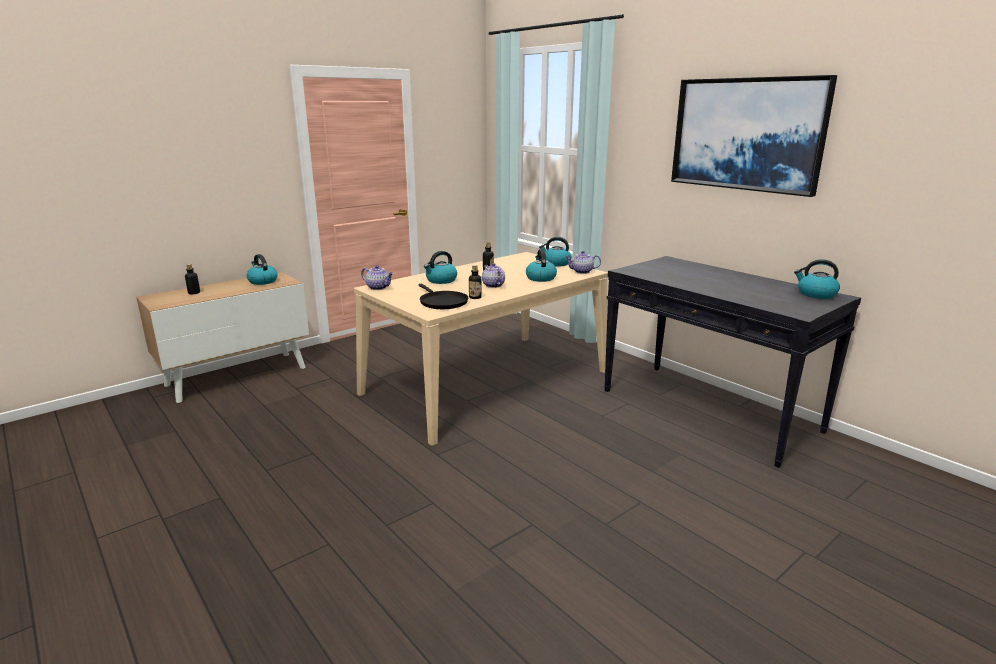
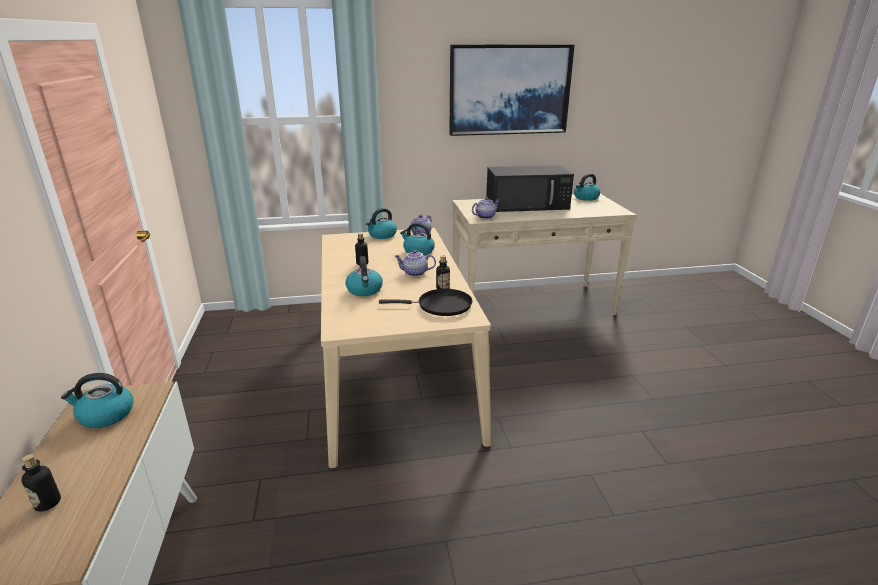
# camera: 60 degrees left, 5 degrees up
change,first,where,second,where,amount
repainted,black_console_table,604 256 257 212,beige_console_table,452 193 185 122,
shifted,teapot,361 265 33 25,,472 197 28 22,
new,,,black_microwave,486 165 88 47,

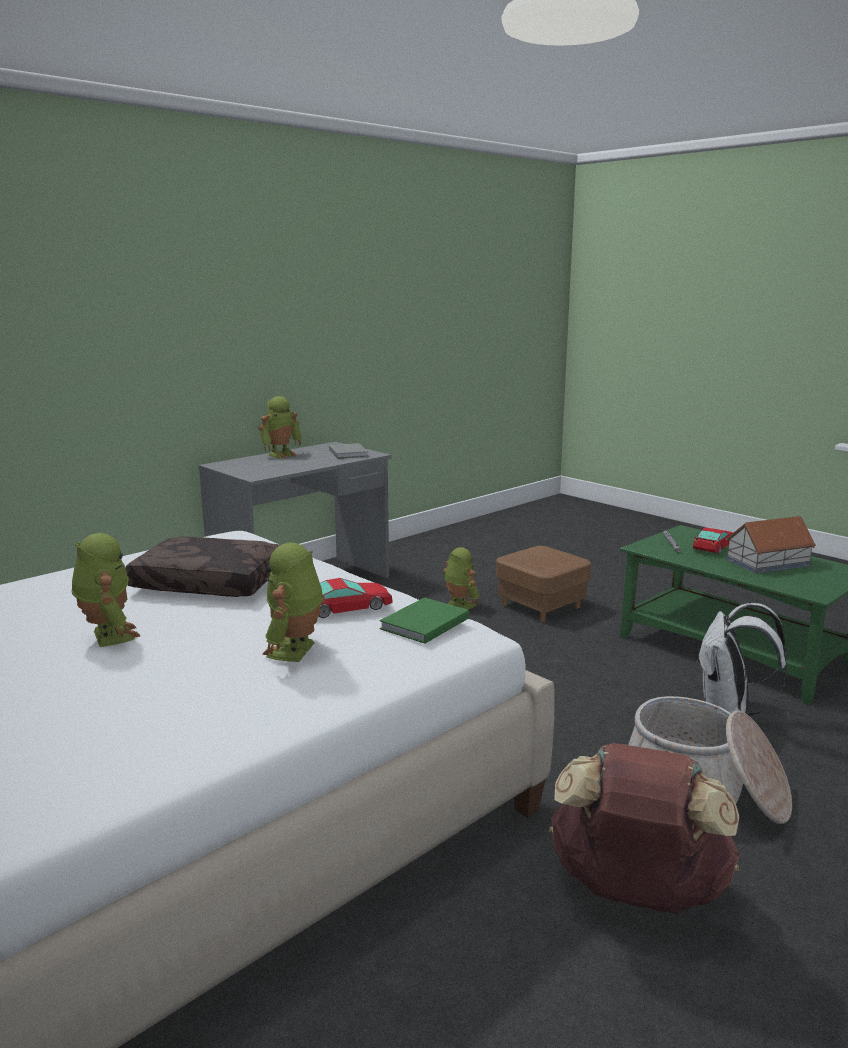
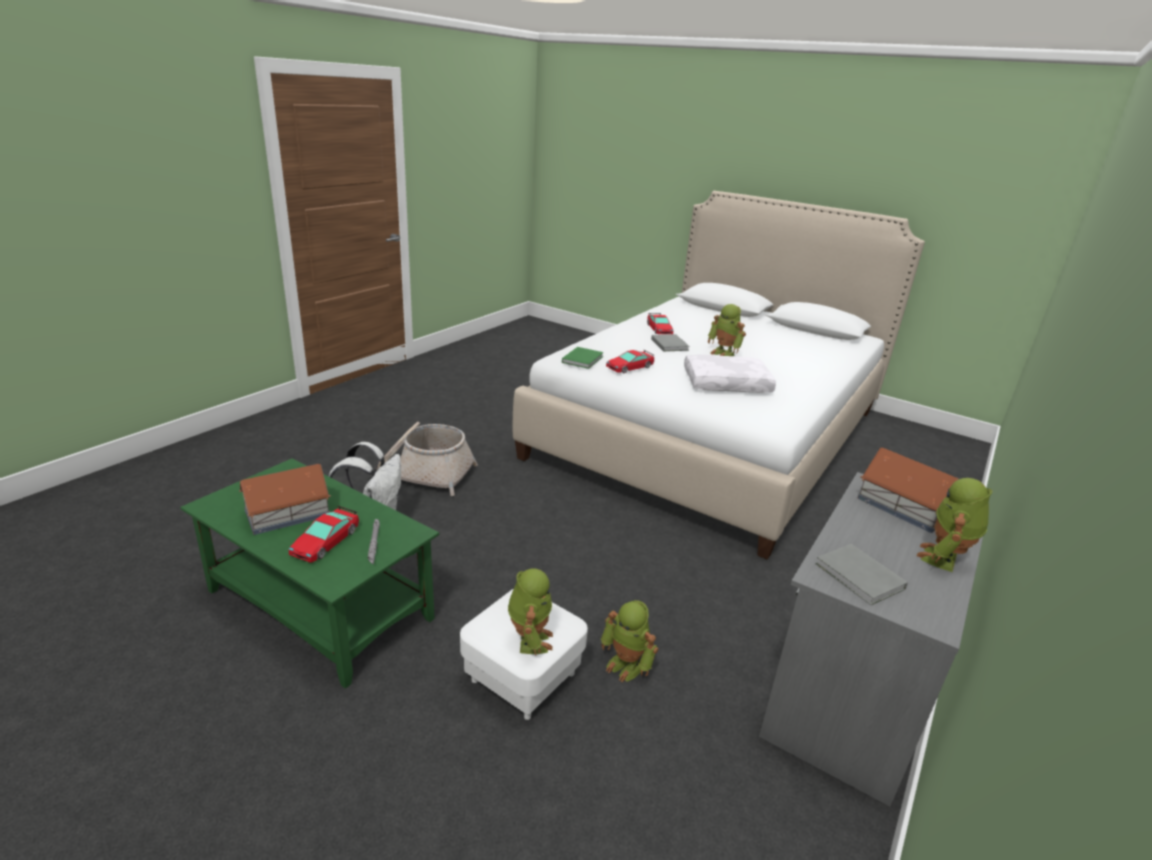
# camera: 165 degrees right, 10 degrees up
change,first,where,second,where,amount
repainted,brown_ottoman,496 546 95 76,white_ottoman,460 589 128 131,
shifted,toy_robot,262 543 62 119,,508 568 45 88,
new,,,toy_car,647 313 26 21,
new,,,grey_book,651 334 39 17,
repainted,brown_pillow,126 536 154 61,white_pillow,684 355 92 38,
new,,,toy_house,858 448 101 85,
gone,brown_backpack,549 743 191 171,,,

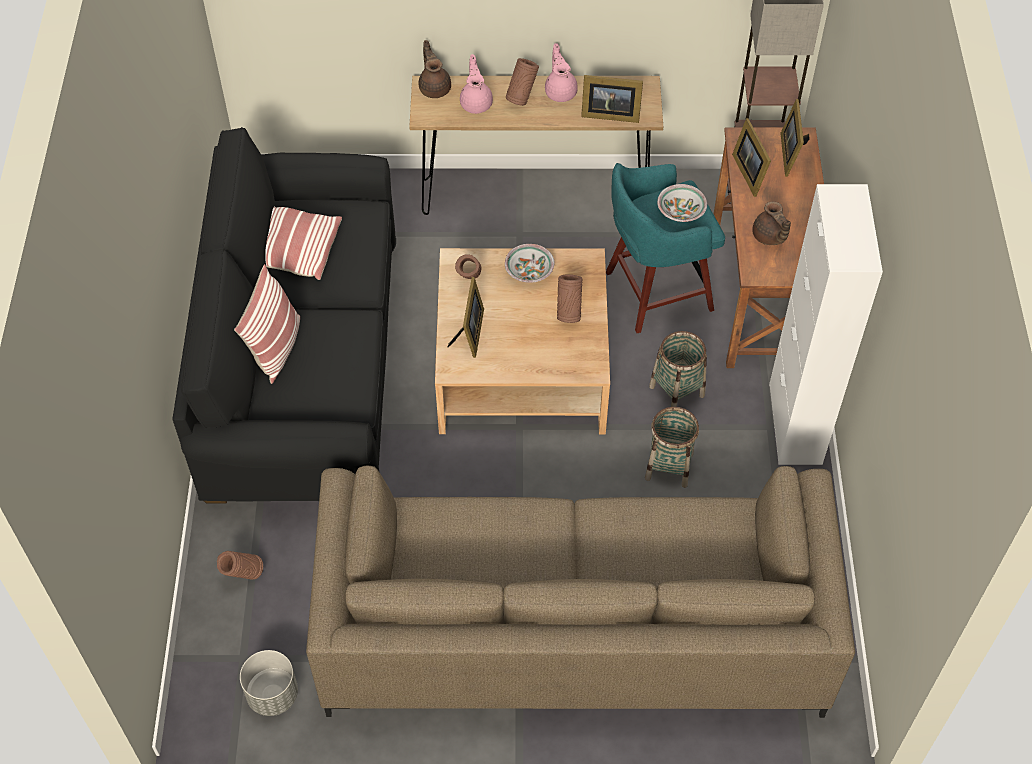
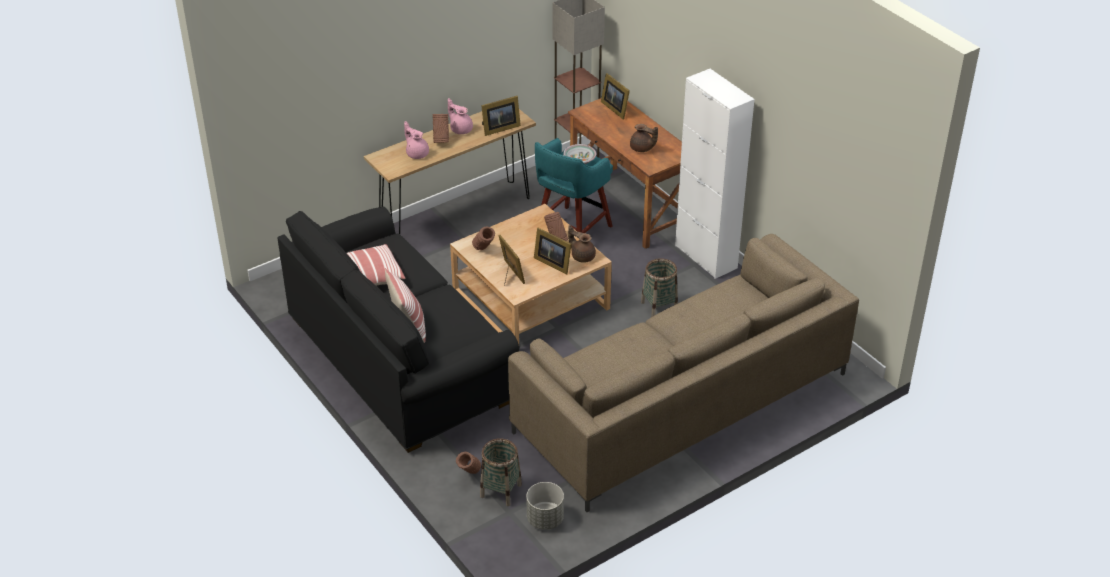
# camera: 35 degrees left, 15 degrees down
change,first,where,second,where,amount
shifted,basket,649 331 58 76,,480 438 42 68,
shifted,picture_frame,732 118 39 79,,534 228 37 47,
shifted,brown_teapot,419 40 32 58,,568 225 28 38,
gone,bowl,505 244 50 39,,,

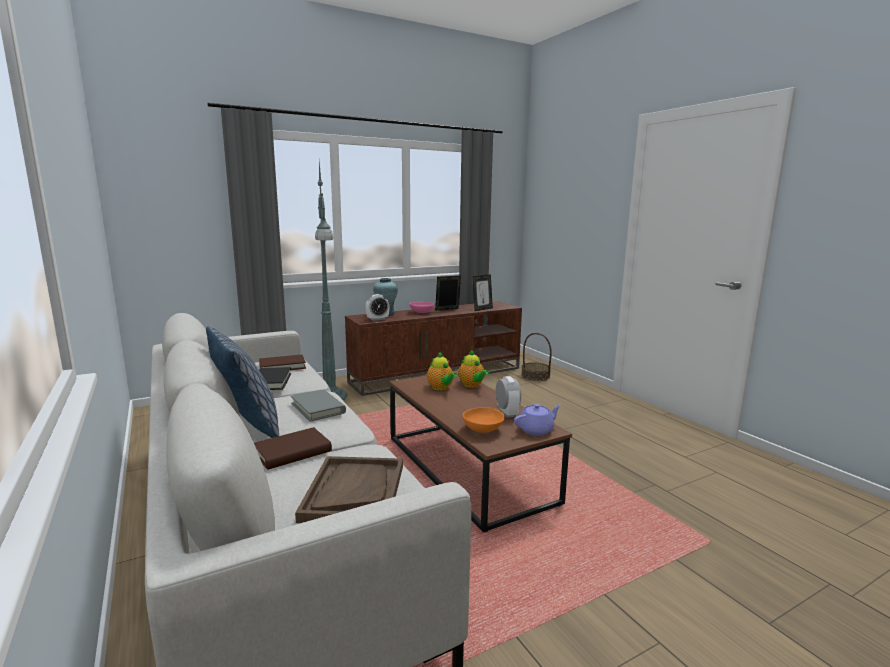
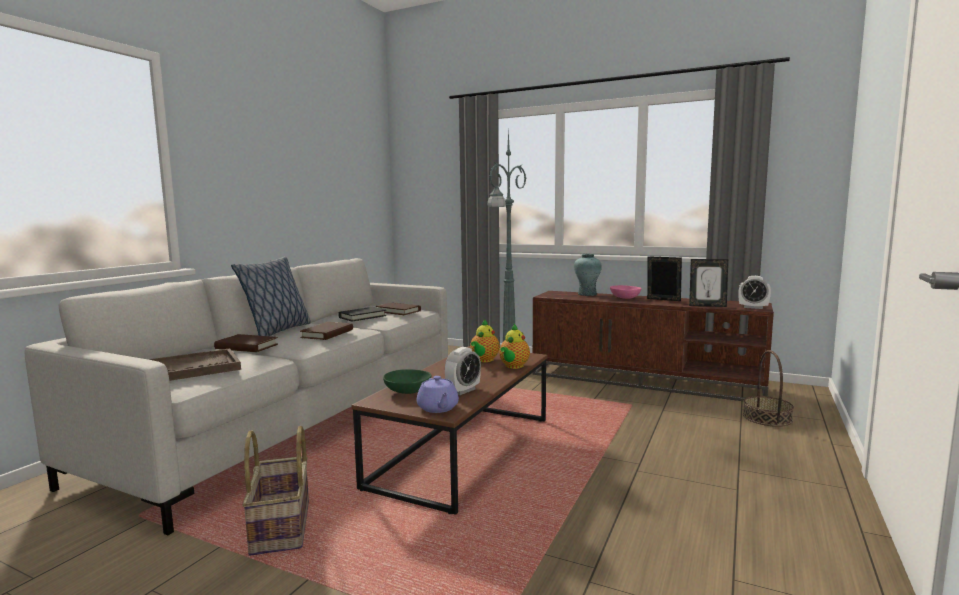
# camera: 55 degrees right, 5 degrees down
change,first,where,second,where,amount
new,,,basket,242 426 67 130,
repainted,grey_book,291 389 55 33,brown_book,300 322 53 18,
repainted,orange_bowl,462 407 43 26,green_bowl,383 369 48 25,
rotated,purple_teapot,514 404 47 32,,417 376 42 37,45 degrees clockwise
shifted,alarm_clock,365 294 24 27,,738 276 33 33,

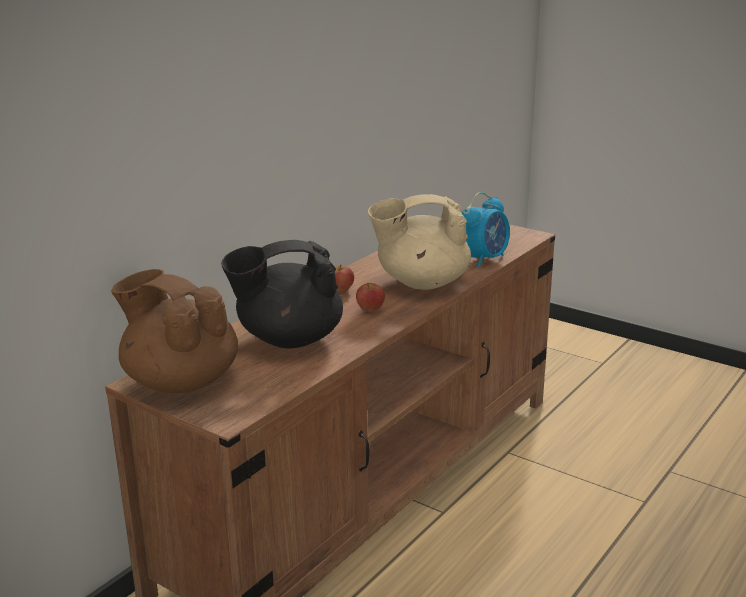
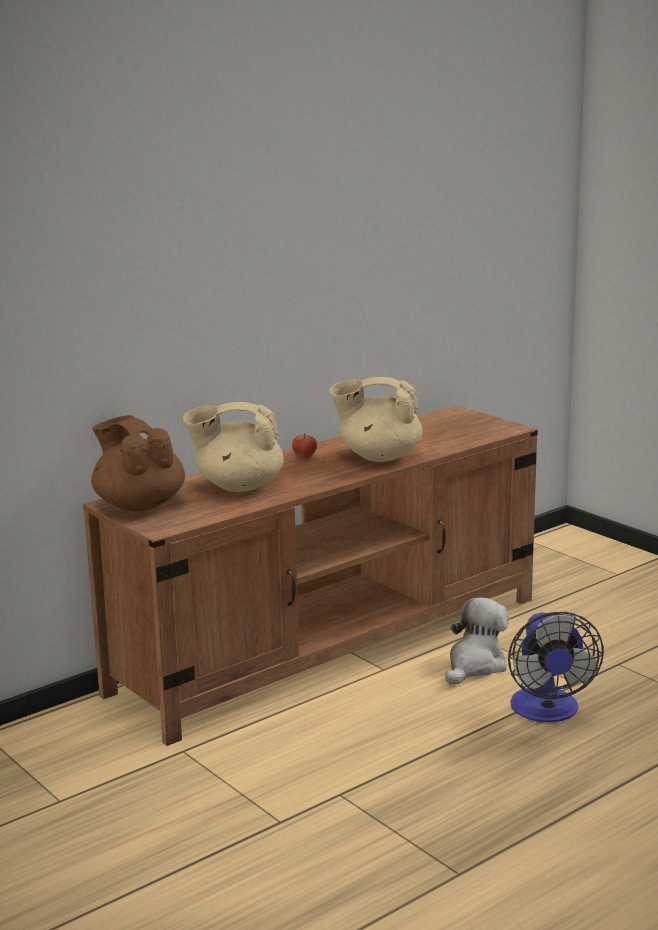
# camera: 15 degrees right, 5 degrees down
change,first,where,second,where,amount
repainted,black_teapot,221 240 122 109,beige_teapot,183 402 101 90,
new,,,plush_toy,445 597 64 88,
new,,,fan,508 612 96 110,
gone,apple,356 283 29 29,,,
gone,alarm_clock,462 192 48 76,,,

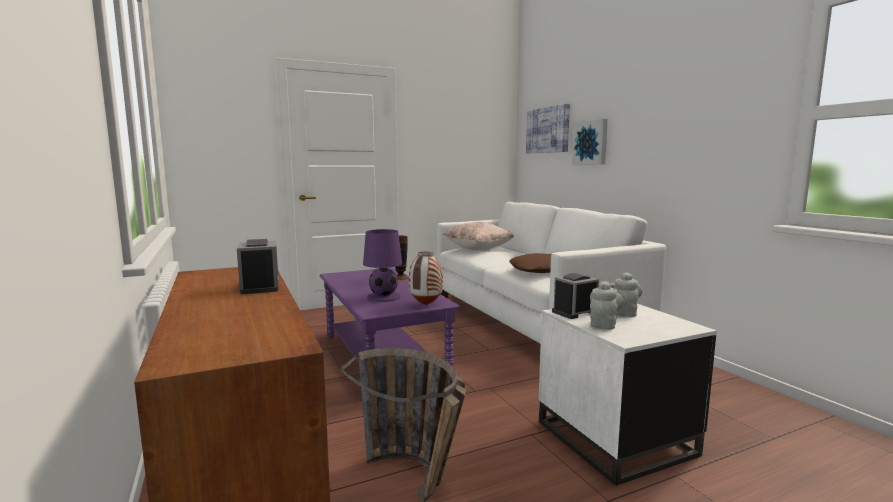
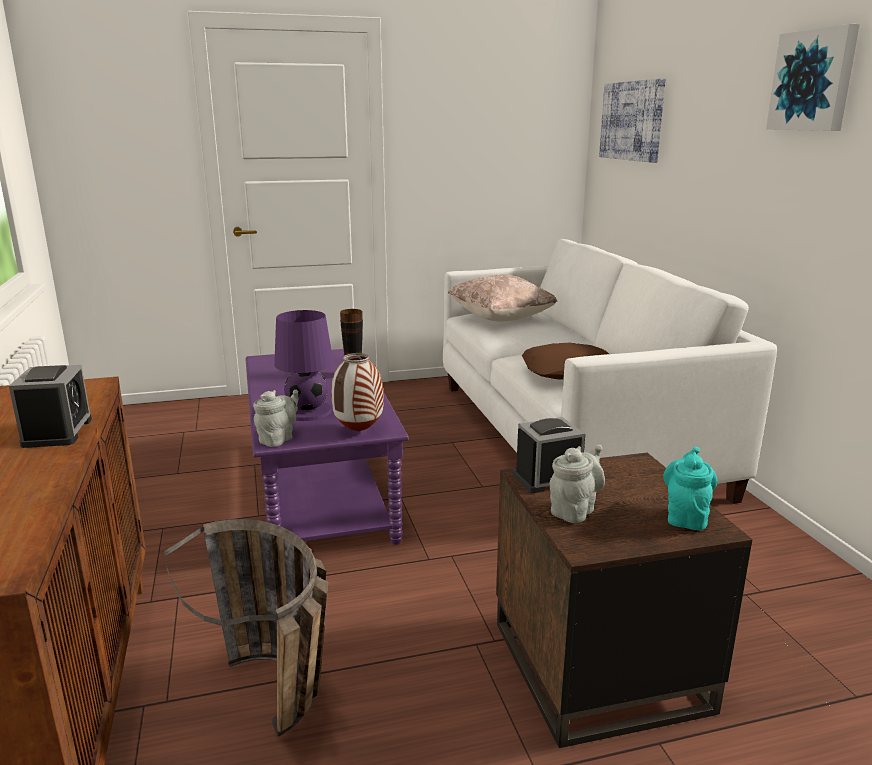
# camera: 10 degrees right, 10 degrees up
change,first,where,second,where,amount
shifted,grey_teapot,613 272 29 45,,253 390 45 57,
repainted,white_side_table,539 304 178 182,brown_side_table,496 453 256 295,
new,,,turquoise_teapot,663 447 54 83,
shifted,picture,572 119 36 46,,766 24 94 107,

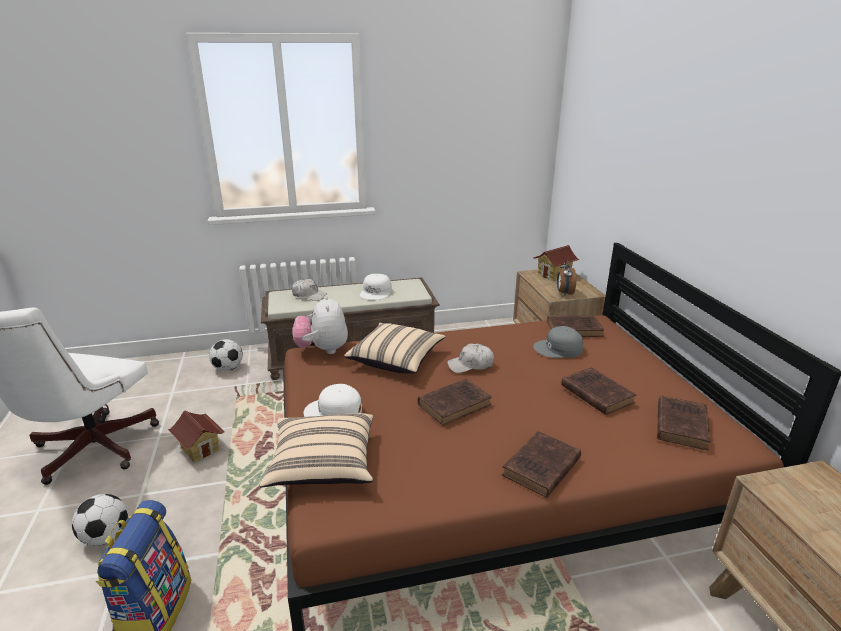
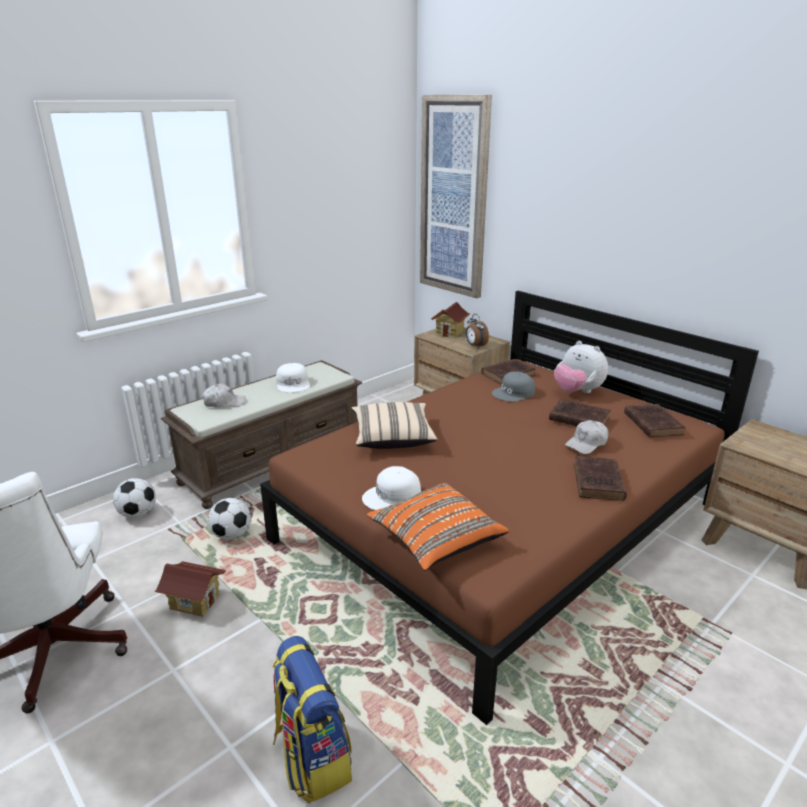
# camera: 30 degrees left, 0 degrees up
change,first,where,second,where,amount
shifted,football,72 494 56 52,,208 498 43 42,
repainted,beige_pillow,260 413 113 74,orange_pillow,367 483 142 88,
new,,,picture,420 95 72 203,
shifted,plush_toy,292 295 56 59,,554 341 54 52,
shifted,white_cap,447 343 47 30,,565 420 43 34,
gone,brown_book,418 378 74 48,,,

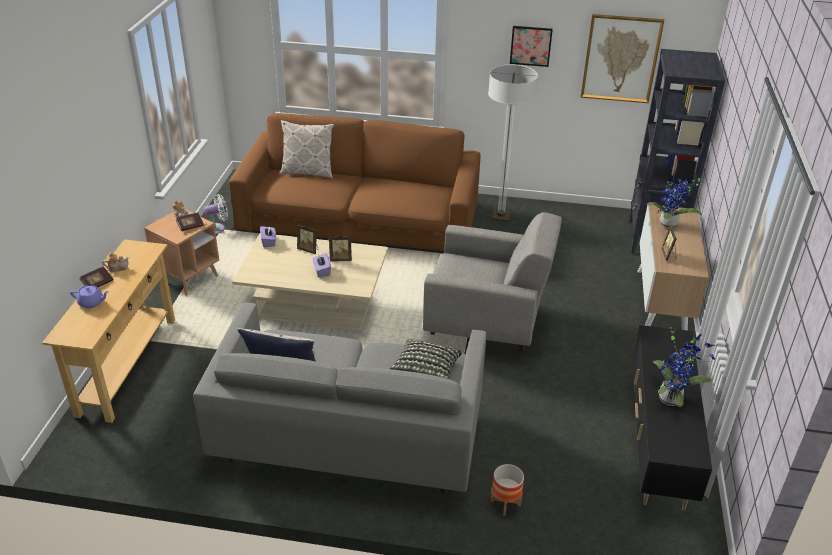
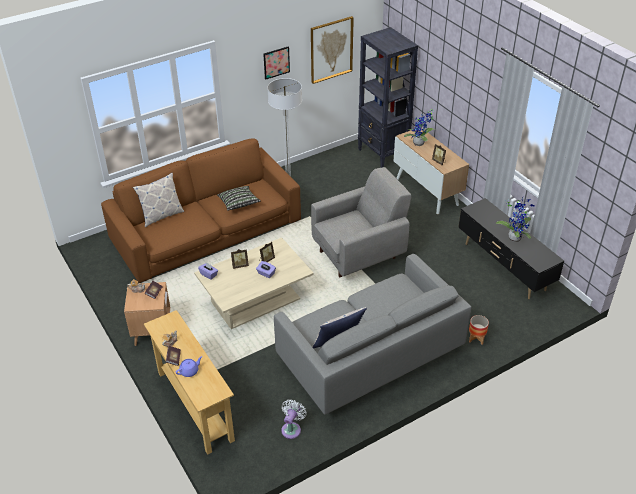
# camera: 40 degrees left, 5 degrees up
change,first,where,second,where,amount
shifted,pillow,390 339 73 40,,217 186 44 25,
shifted,white_fan,204 194 24 41,,281 400 26 39,

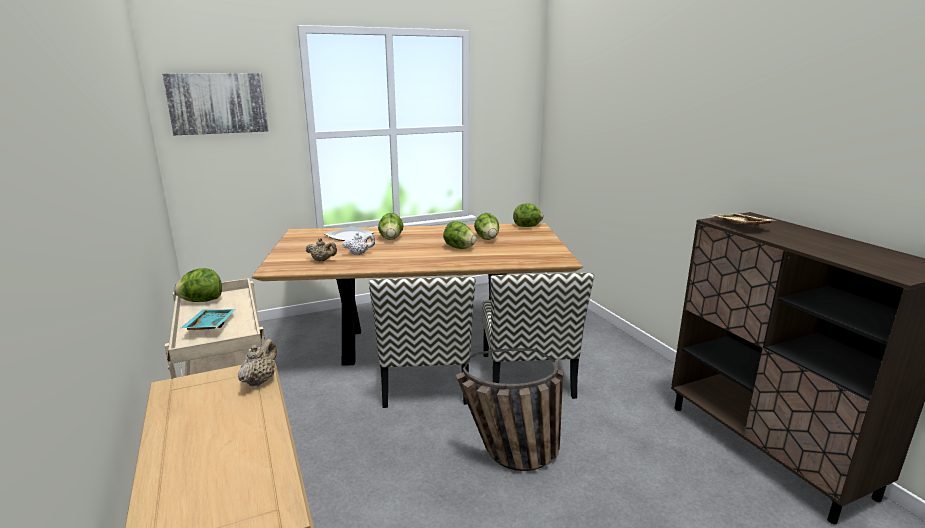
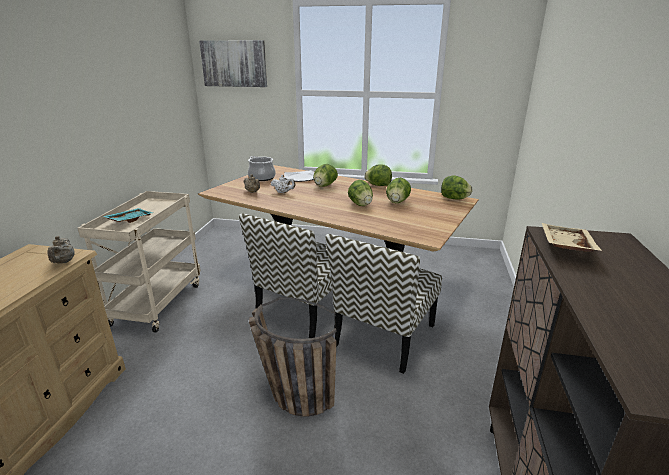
# camera: 35 degrees right, 5 degrees up
change,first,where,second,where,amount
rotated,beige_teapot,238 339 39 47,,47 236 28 27,120 degrees clockwise
new,,,cooking_pot,248 156 28 25,
shifted,lettuce,174 268 48 34,,364 164 28 22,

